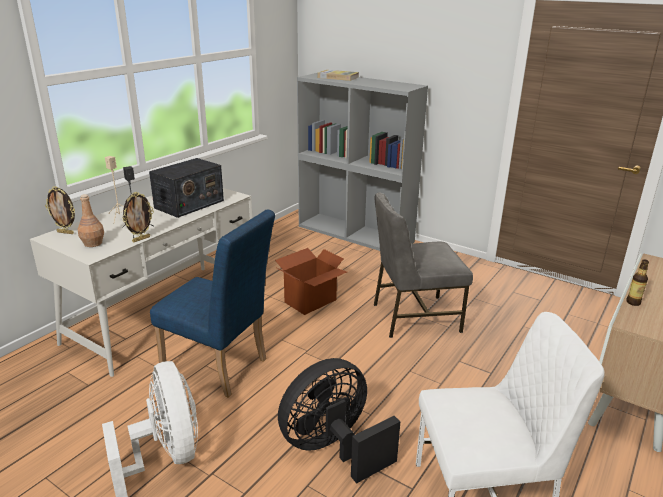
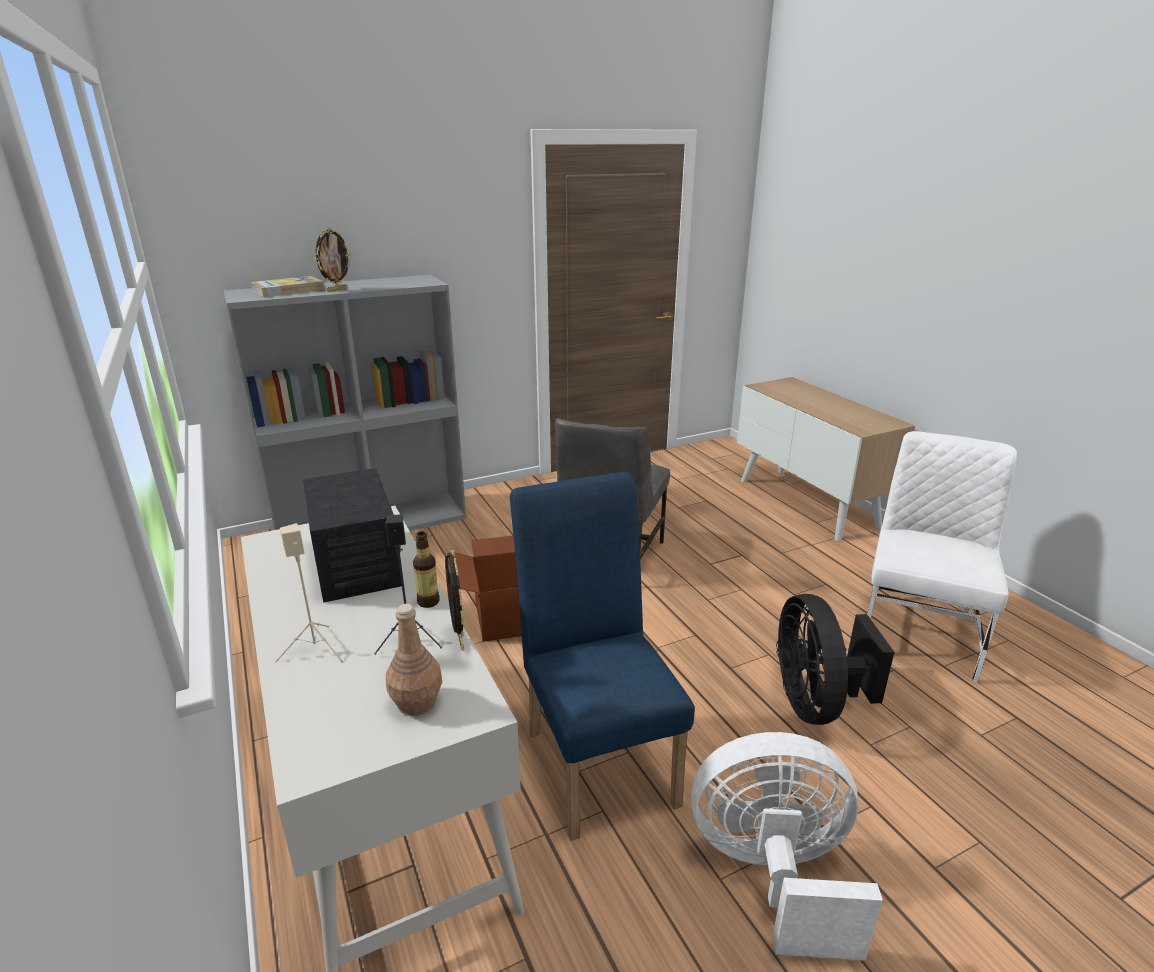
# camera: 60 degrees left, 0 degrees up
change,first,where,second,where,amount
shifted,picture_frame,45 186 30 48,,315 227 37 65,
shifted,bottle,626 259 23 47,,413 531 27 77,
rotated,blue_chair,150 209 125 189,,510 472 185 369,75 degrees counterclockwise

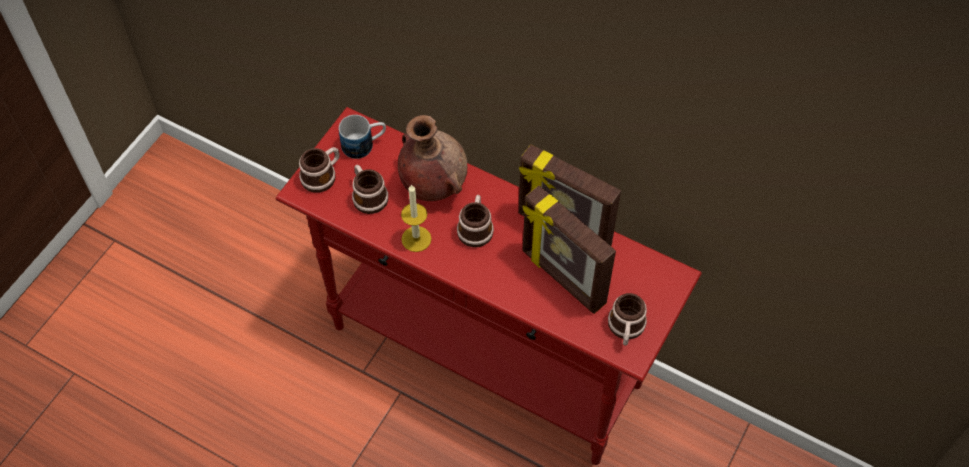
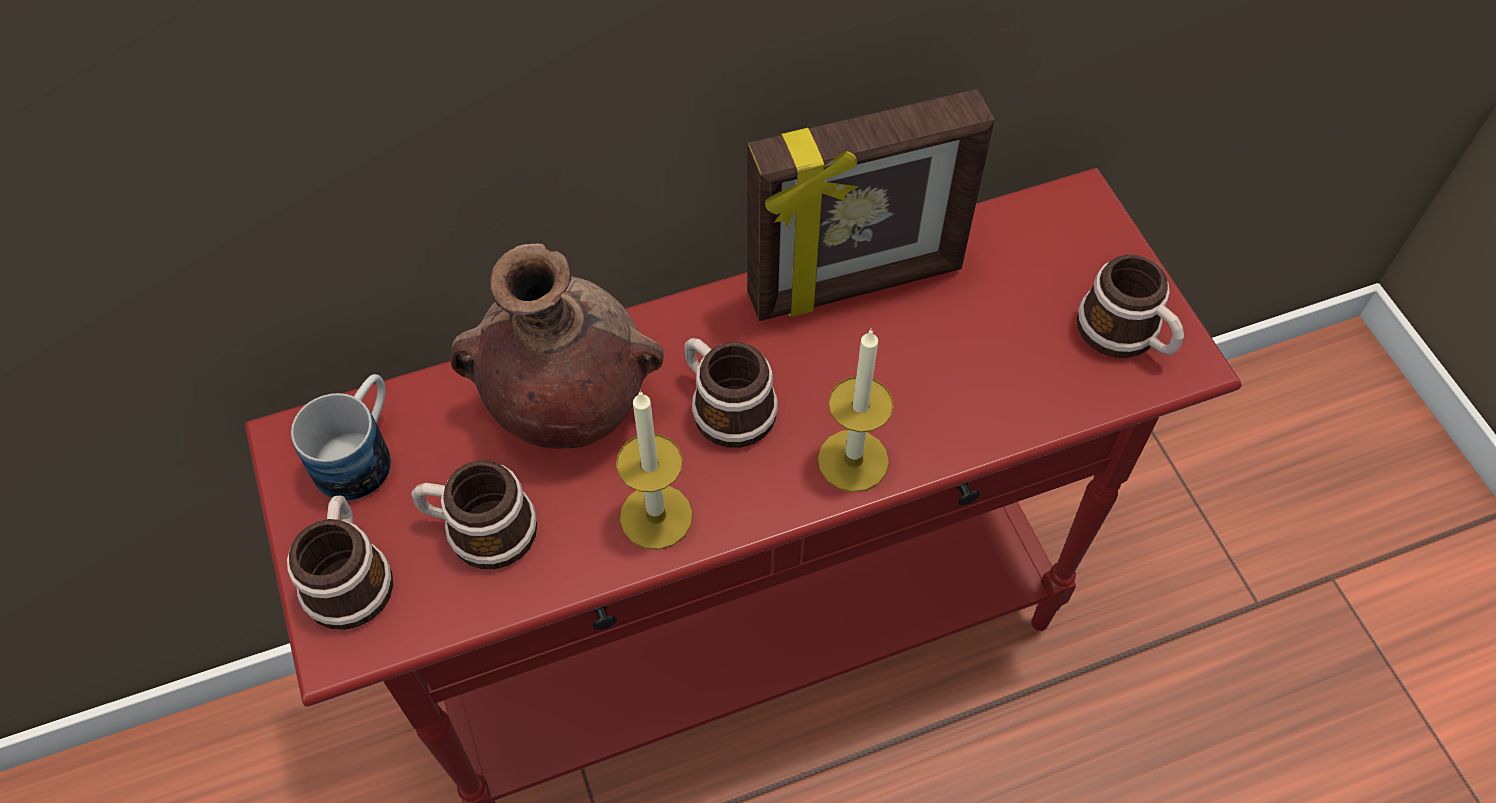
# camera: 50 degrees left, 0 degrees up
change,first,where,second,where,amount
new,,,candle,818 328 76 164,
gone,picture_frame,523 185 93 129,,,

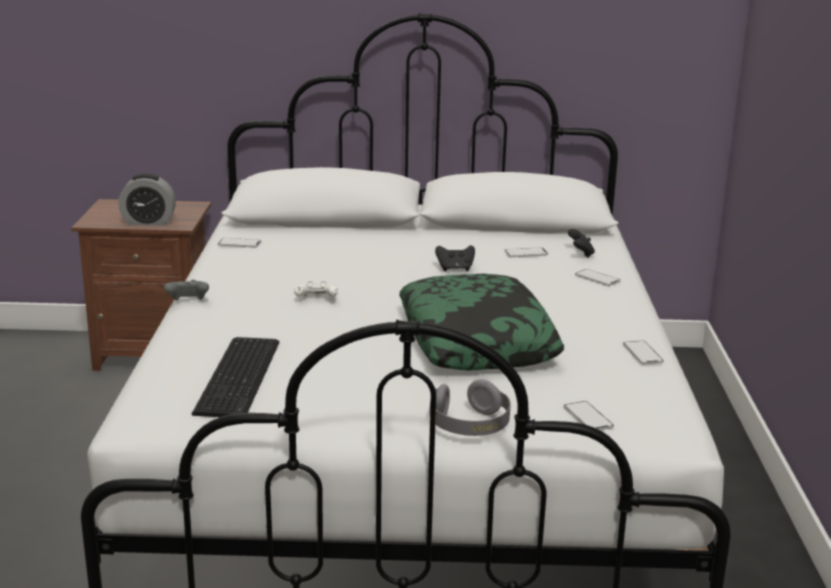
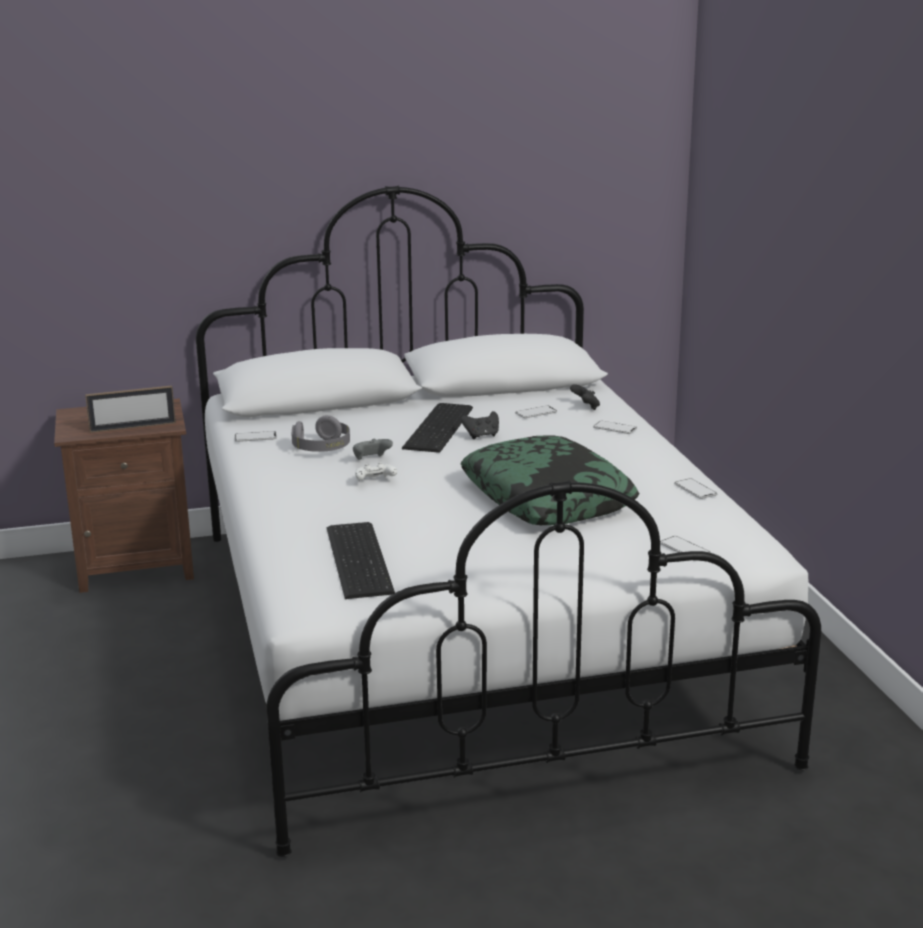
# camera: 15 degrees left, 0 degrees up
change,first,where,second,where,amount
swapped,alarm_clock,119 174 57 52,picture_frame,85 386 91 47,
shifted,grey_headphones,430 379 81 57,,292 415 58 37,
shifted,grey_game_controller,164 280 45 20,,353 439 40 21,
new,,,keyboard,402 403 71 50,

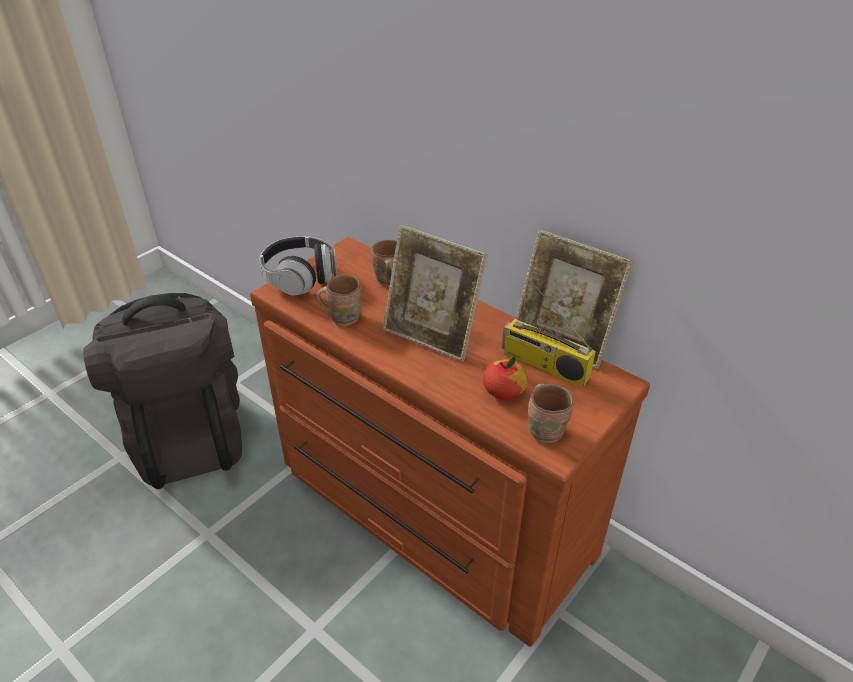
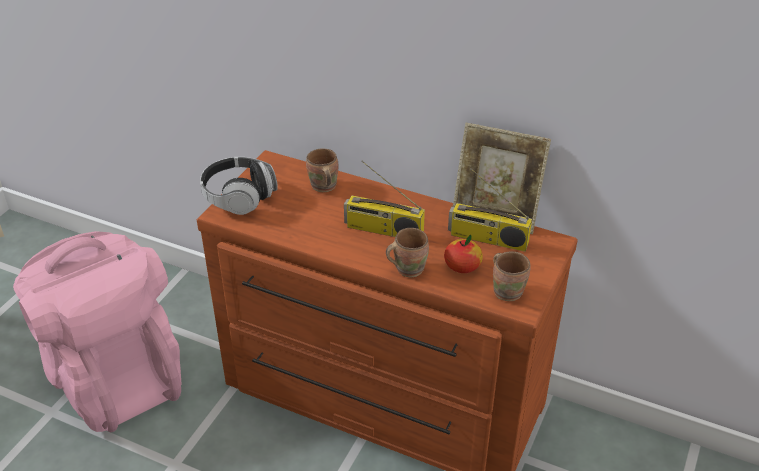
# camera: 15 degrees left, 0 degrees up
change,first,where,second,where,amount
repainted,black_backpack,83 293 159 196,pink_backpack,13 231 168 201,
swapped,picture_frame,383 225 105 137,radio,344 161 81 76,
shifted,brown_mug,317 275 45 51,,386 228 43 50,

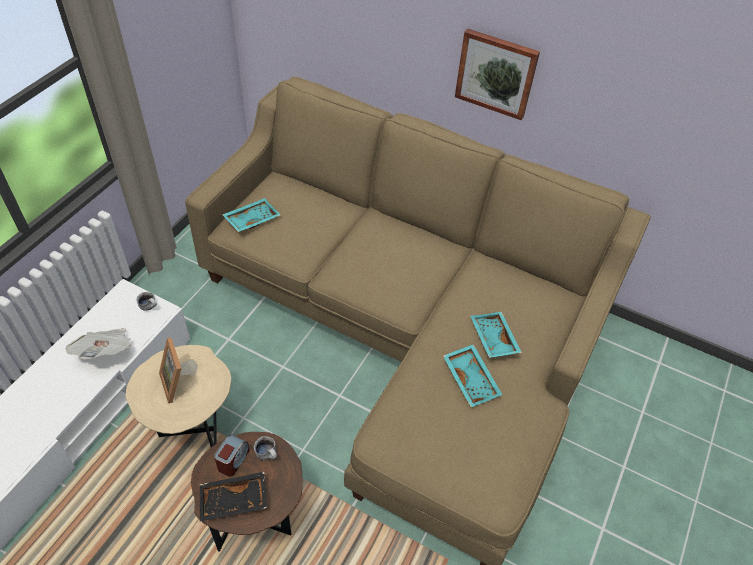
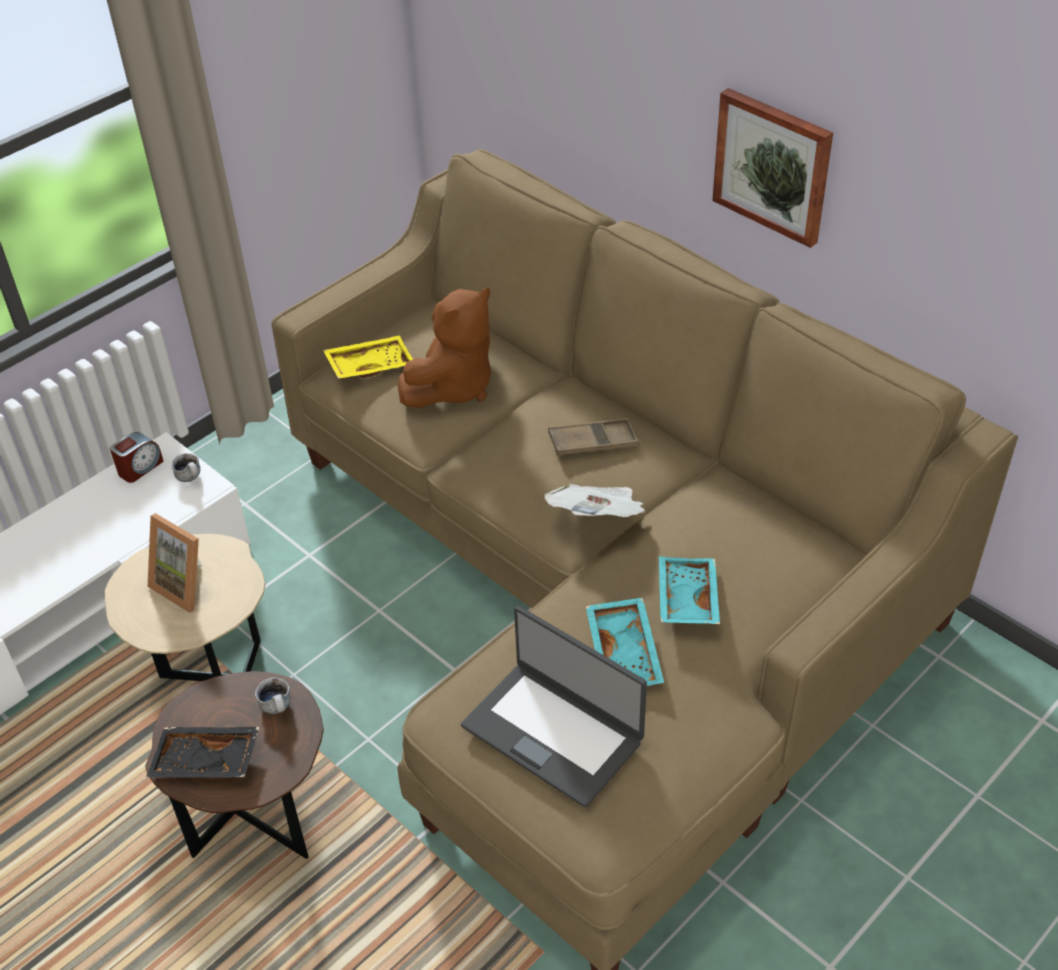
# camera: 20 degrees right, 5 degrees down
change,first,where,second,where,amount
shifted,alarm_clock,214 435 36 42,,110 432 54 51,
rotated,picture_frame,159 338 39 65,,148 513 54 100,45 degrees counterclockwise
repainted,turquoise_tray,222 198 59 34,yellow_tray,323 336 90 43,
new,,,brown_plush_toy,398 288 93 120,
new,,,laptop,461 606 186 201,
shifted,newspaper,66 328 65 31,,545 484 100 33,
new,,,brown_tray,548 418 91 38,

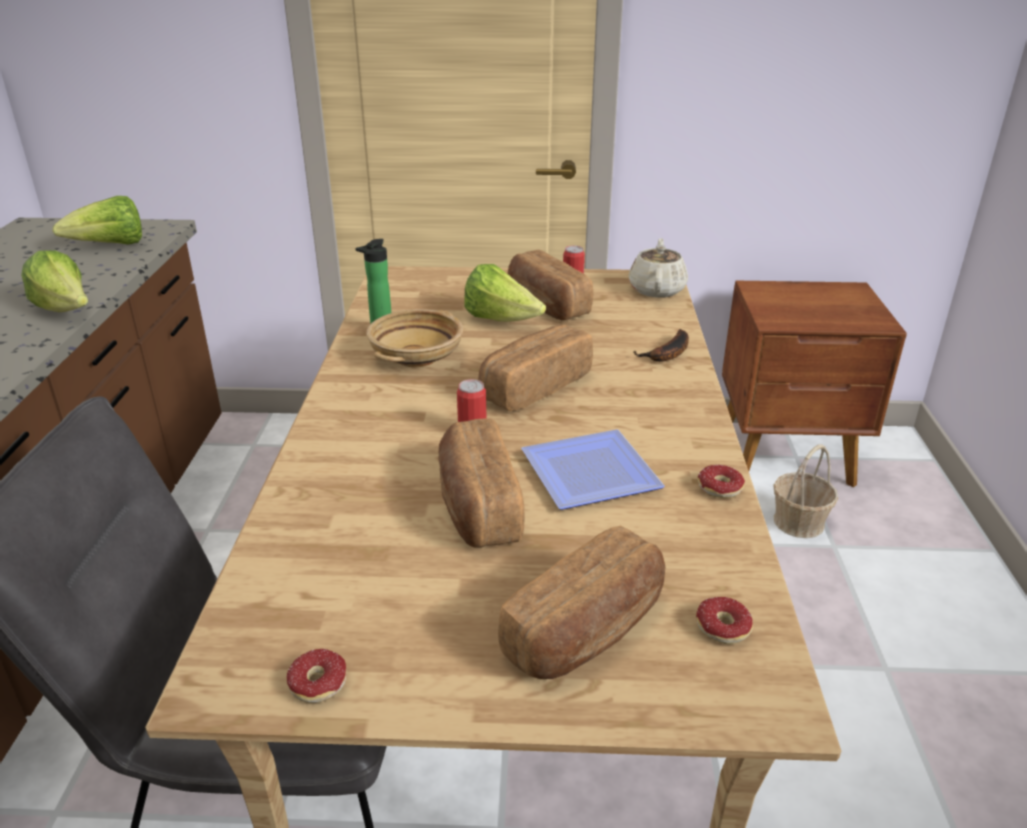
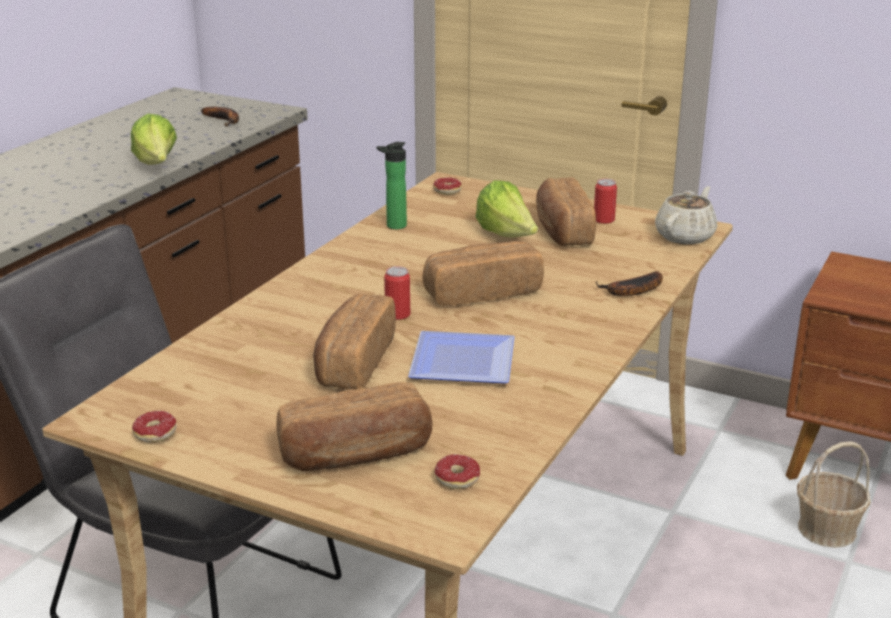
# camera: 25 degrees right, 5 degrees down
change,first,where,second,where,amount
swapped,lettuce,52 196 90 49,banana,201 107 38 20,
shifted,donut,698 465 47 33,,433 178 29 17,
gone,beige_bowl,366 309 97 58,,,

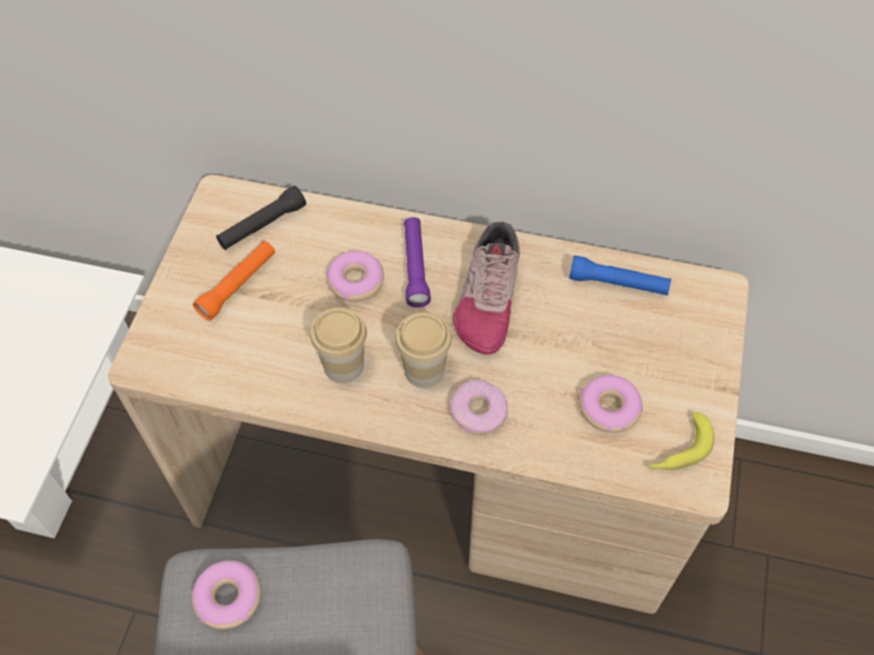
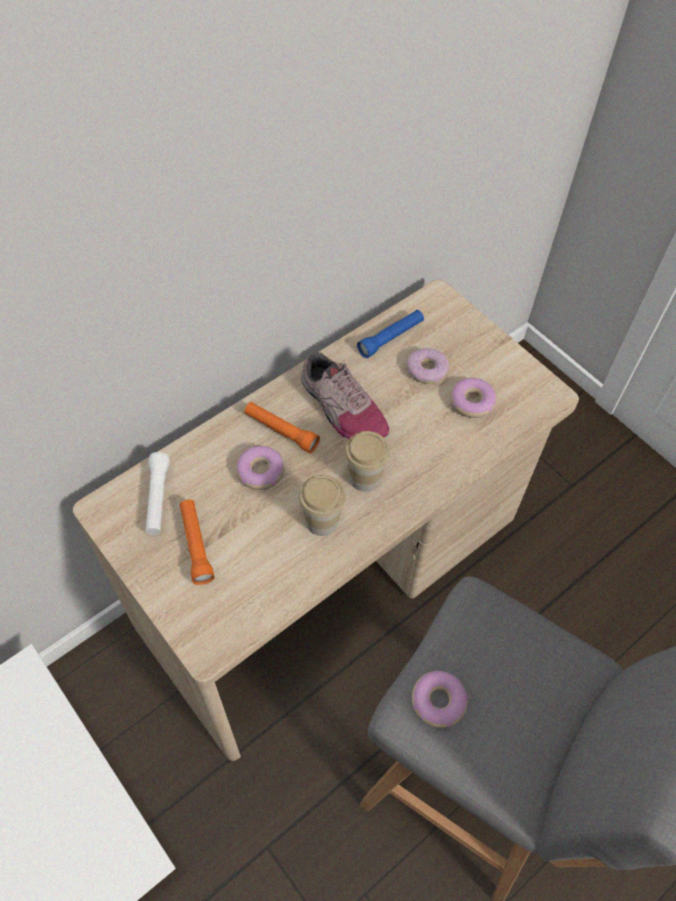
# camera: 55 degrees left, 0 degrees up
change,first,where,second,where,amount
repainted,black_flashlight,216 186 90 64,white_flashlight,145 452 25 83,
repainted,purple_flashlight,404 217 27 91,orange_flashlight,244 402 76 51,
shifted,donut,450 379 58 55,,407 348 42 36,
gone,banana,648 412 66 58,,,

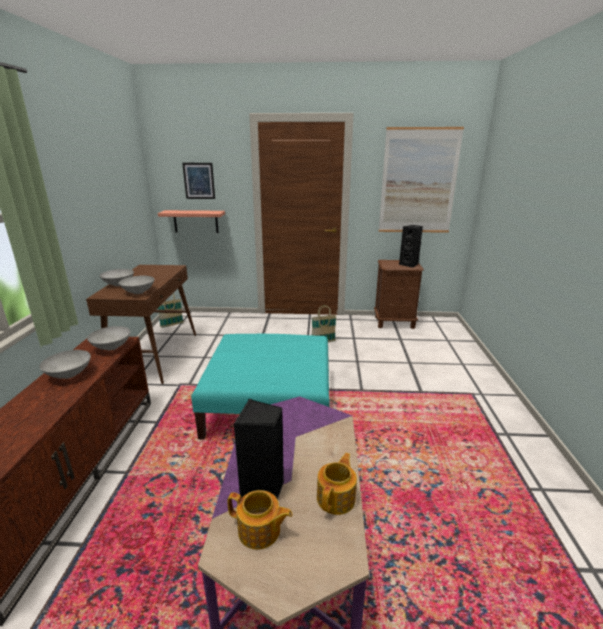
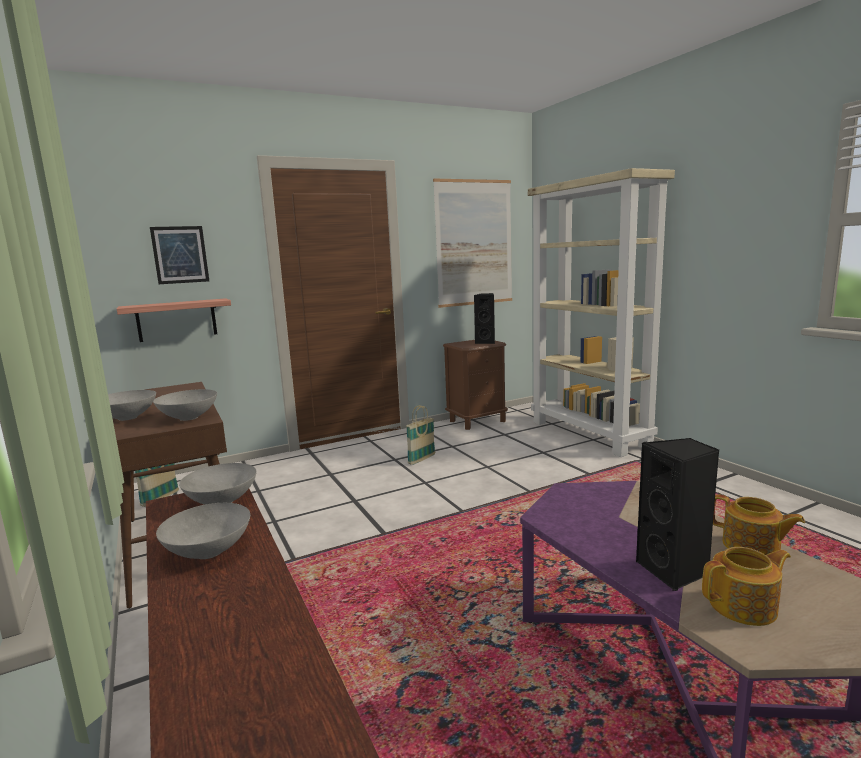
# camera: 30 degrees left, 10 degrees down
change,first,where,second,where,amount
new,,,beige_bookcase,528 168 147 289,
rotated,teapot,317 453 40 62,,713 494 92 61,135 degrees clockwise
gone,turquoise_ottoman,191 334 138 106,,,

